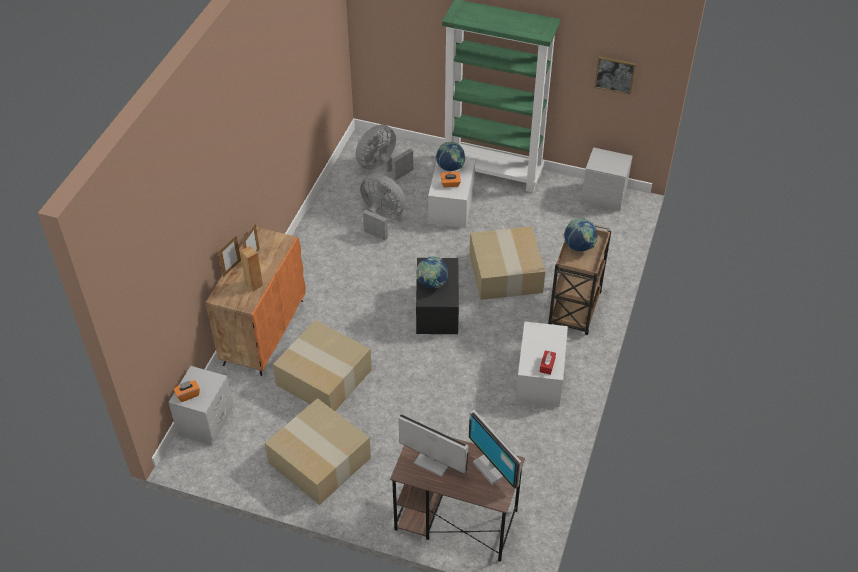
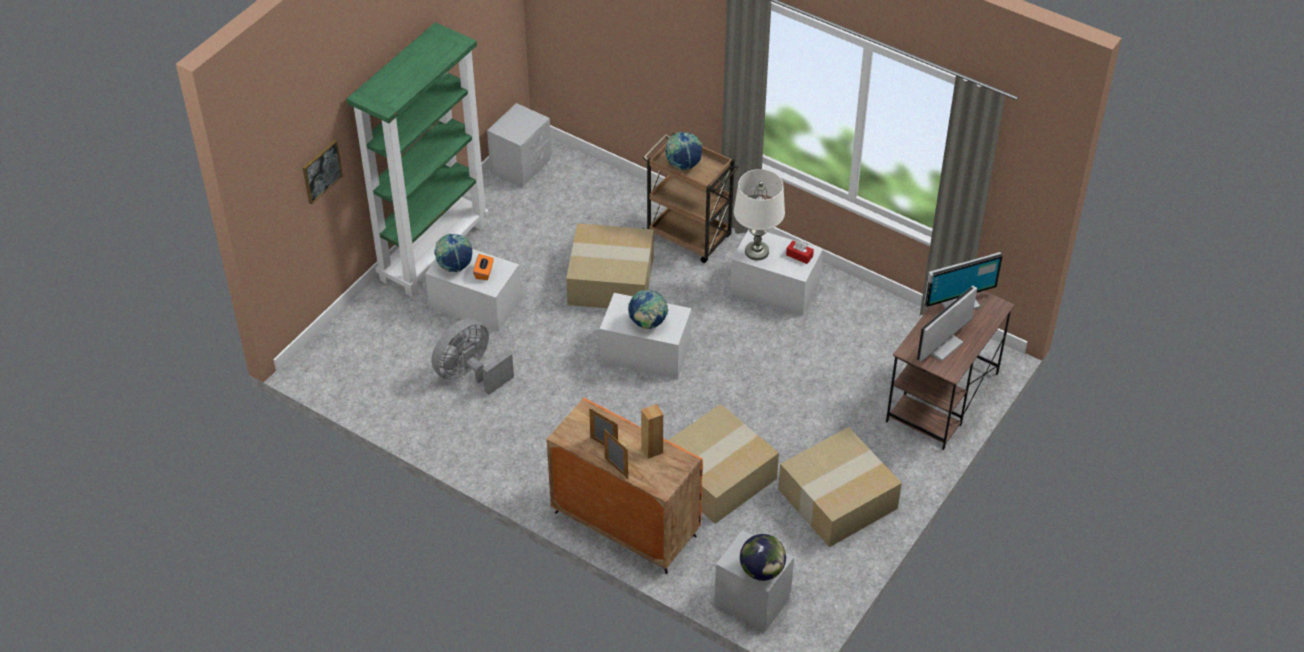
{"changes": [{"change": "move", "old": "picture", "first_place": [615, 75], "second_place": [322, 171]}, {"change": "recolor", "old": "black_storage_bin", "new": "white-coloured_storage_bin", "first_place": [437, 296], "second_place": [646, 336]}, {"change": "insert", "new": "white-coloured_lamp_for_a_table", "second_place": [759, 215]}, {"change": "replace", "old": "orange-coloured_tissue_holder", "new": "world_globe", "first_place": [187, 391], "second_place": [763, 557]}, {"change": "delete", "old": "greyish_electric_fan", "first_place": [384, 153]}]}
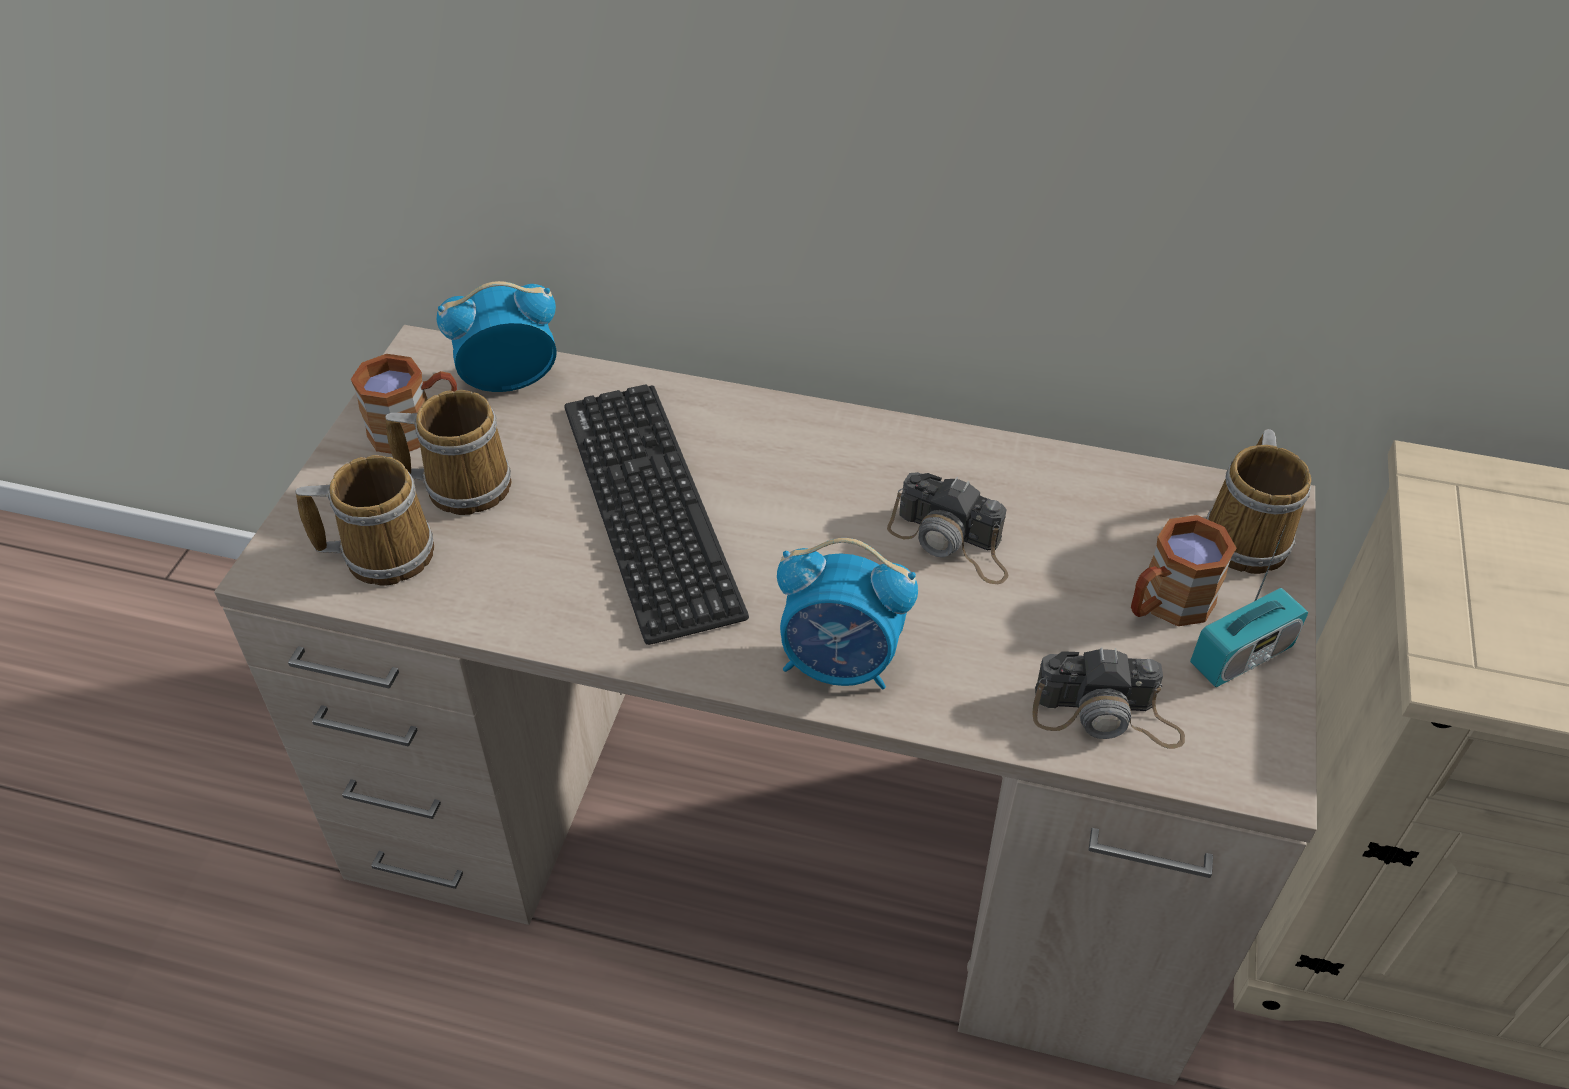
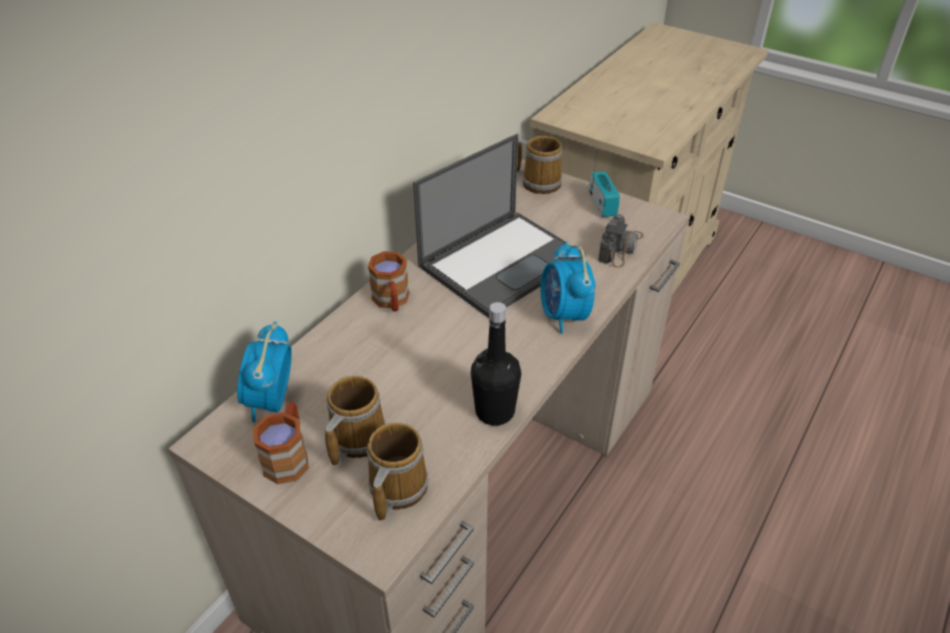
{"changes": [{"change": "move", "old": "brown-coloured_coffee_mug", "first_place": [1183, 570], "second_place": [388, 281]}, {"change": "replace", "old": "still_camera", "new": "portable_computer", "first_place": [947, 528], "second_place": [499, 226]}, {"change": "insert", "new": "black_beverage_bottle", "second_place": [496, 363]}, {"change": "rotate", "old": "table_clock", "first_place": [847, 613], "second_place": [567, 287], "degrees": 135}, {"change": "delete", "old": "PC_keyboard", "first_place": [656, 515]}]}
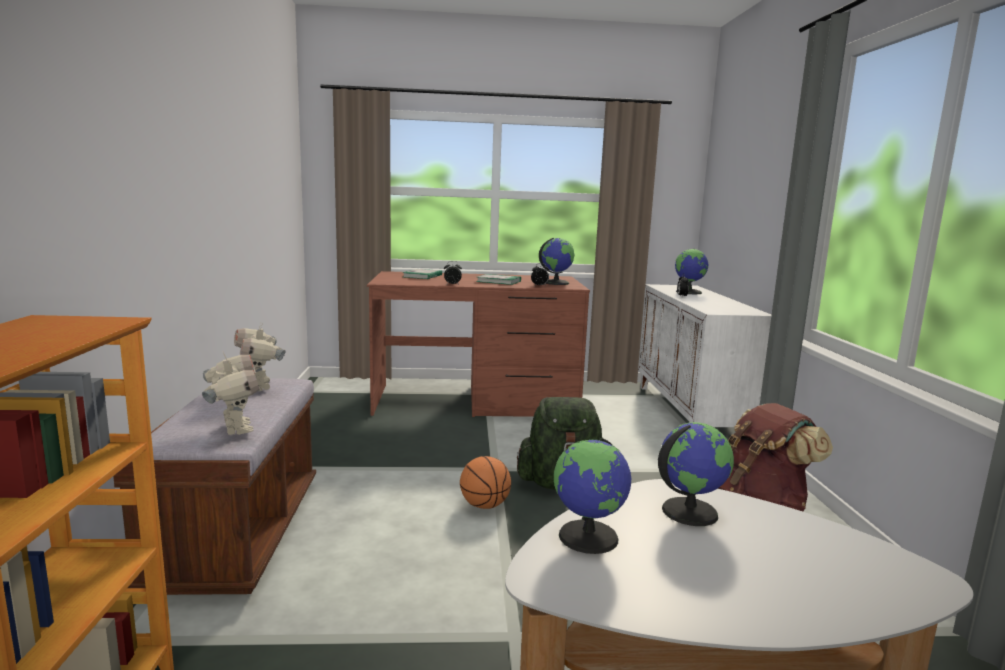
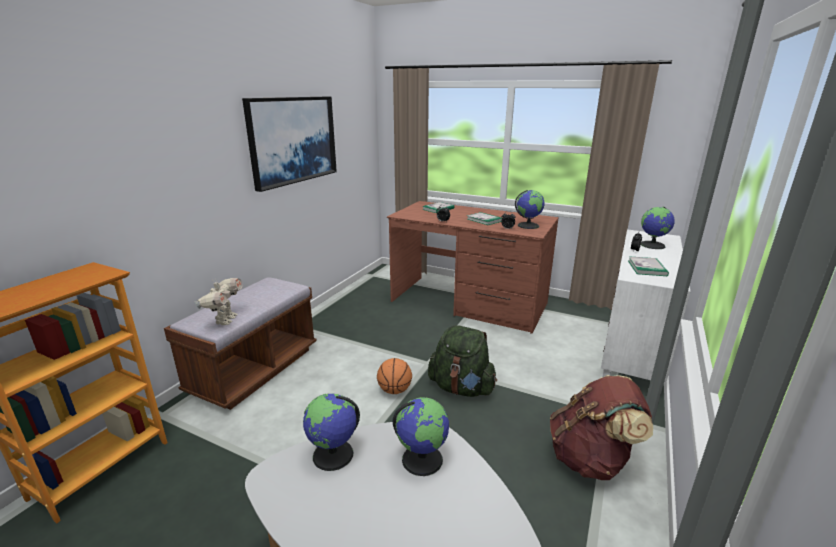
{"changes": [{"change": "insert", "new": "picture", "second_place": [289, 144]}, {"change": "insert", "new": "volume", "second_place": [648, 266]}, {"change": "delete", "old": "robot_figure", "first_place": [259, 357]}]}
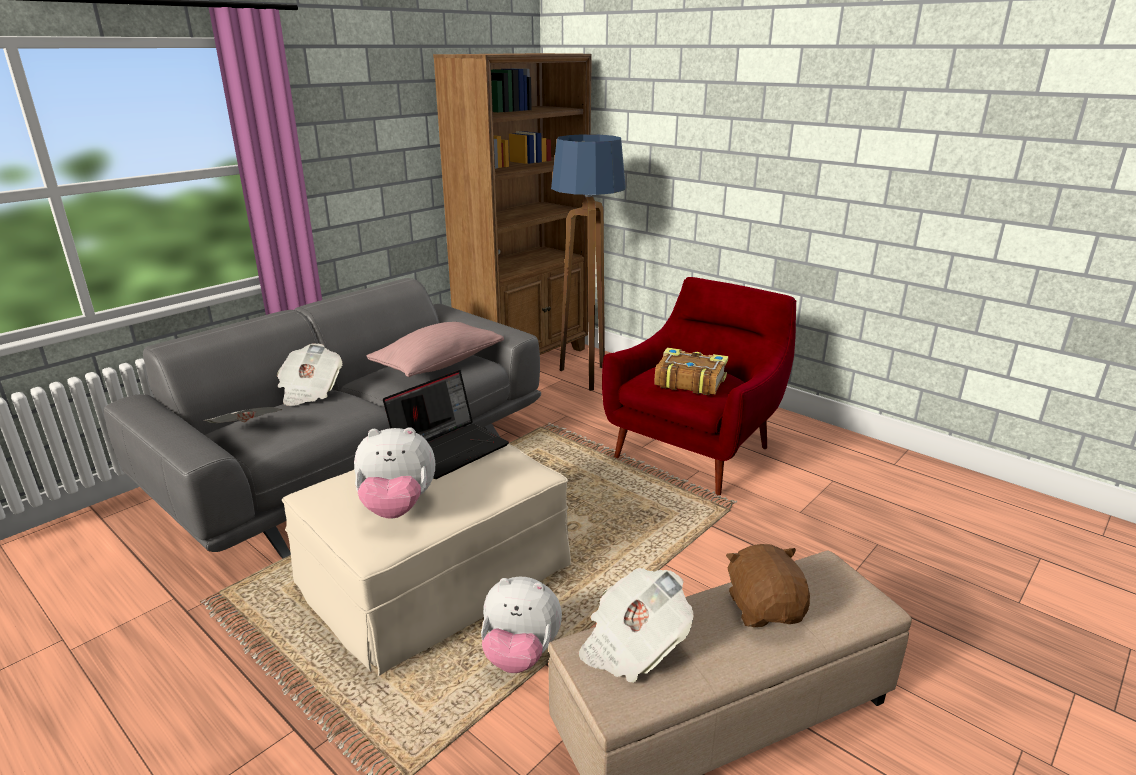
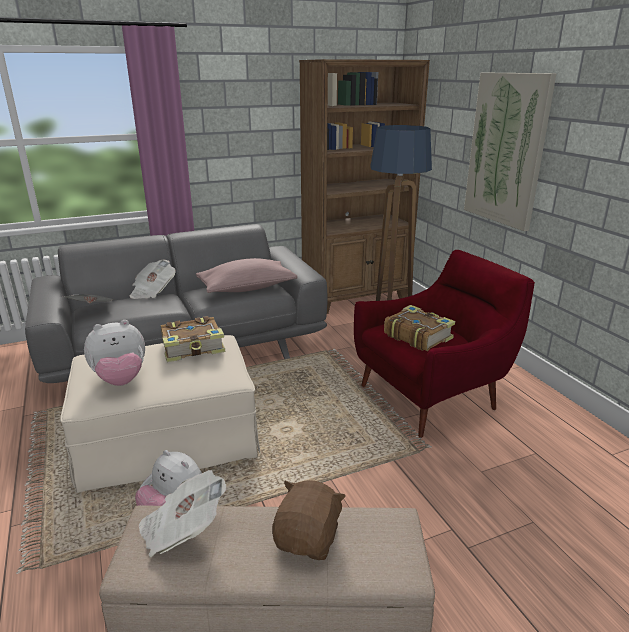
{"changes": [{"change": "rotate", "old": "soft_toy", "first_place": [394, 473], "second_place": [114, 353], "degrees": -45}, {"change": "replace", "old": "portable_computer", "new": "volume", "first_place": [446, 424], "second_place": [193, 339]}, {"change": "insert", "new": "picture", "second_place": [510, 152]}]}
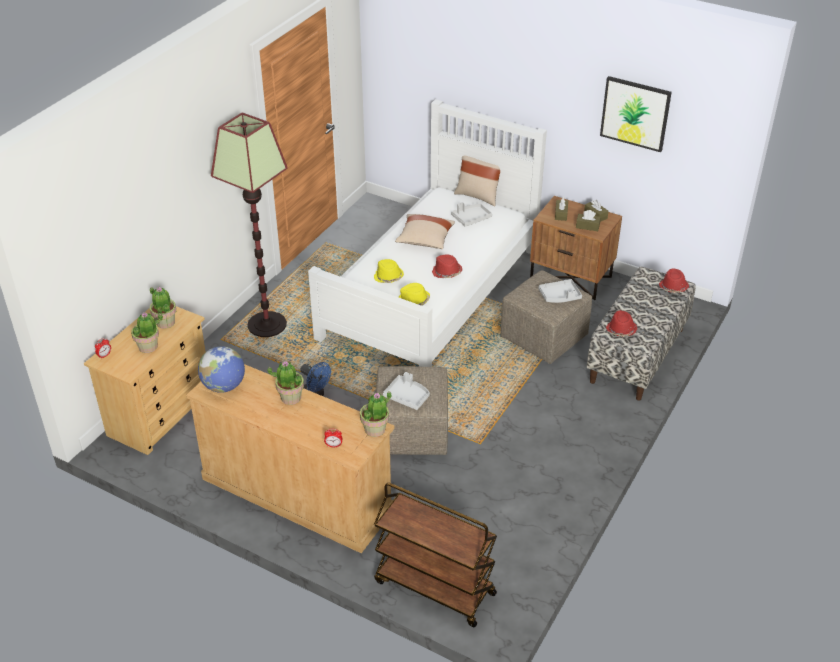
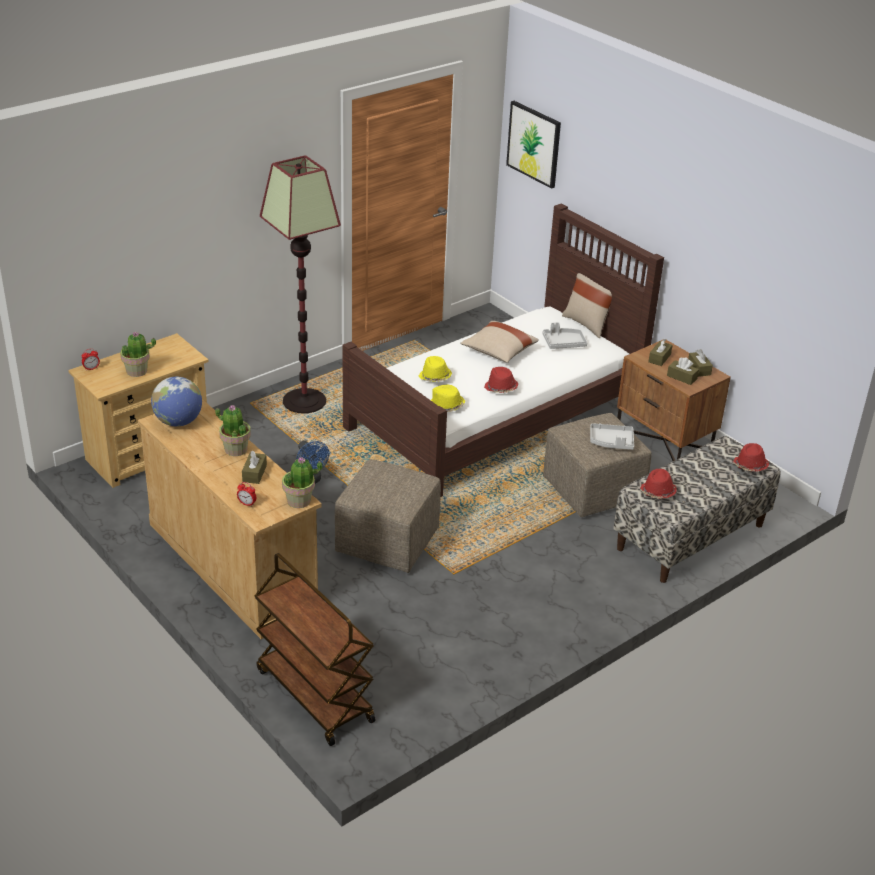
{"changes": [{"change": "insert", "new": "brown-coloured_tissue_holder", "second_place": [254, 467]}, {"change": "recolor", "old": "white-coloured_bed", "new": "brown-coloured_bed", "first_place": [427, 233], "second_place": [503, 350]}, {"change": "move", "old": "picture", "first_place": [636, 114], "second_place": [533, 145]}, {"change": "delete", "old": "plant_in_a_pot", "first_place": [163, 308]}, {"change": "delete", "old": "greyish_carrying_tray", "first_place": [406, 391]}]}
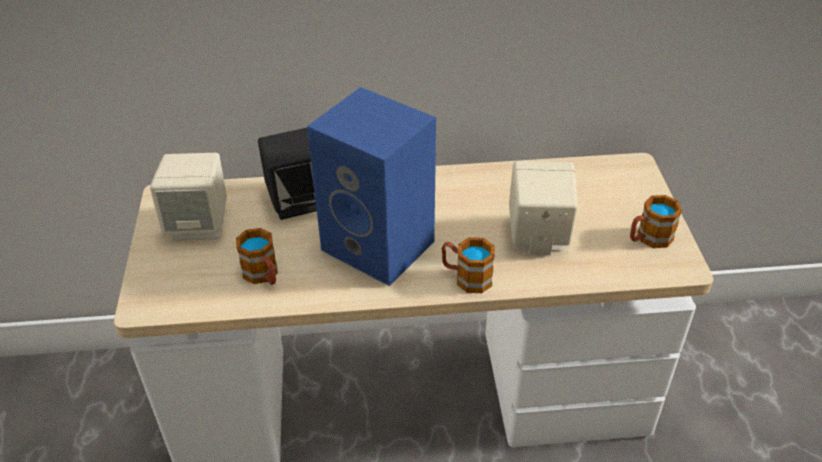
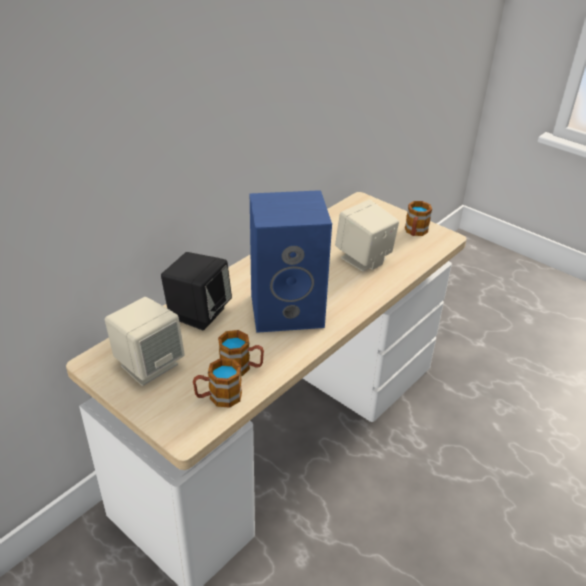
{"changes": [{"change": "move", "old": "coffee_mug", "first_place": [468, 265], "second_place": [217, 383]}]}
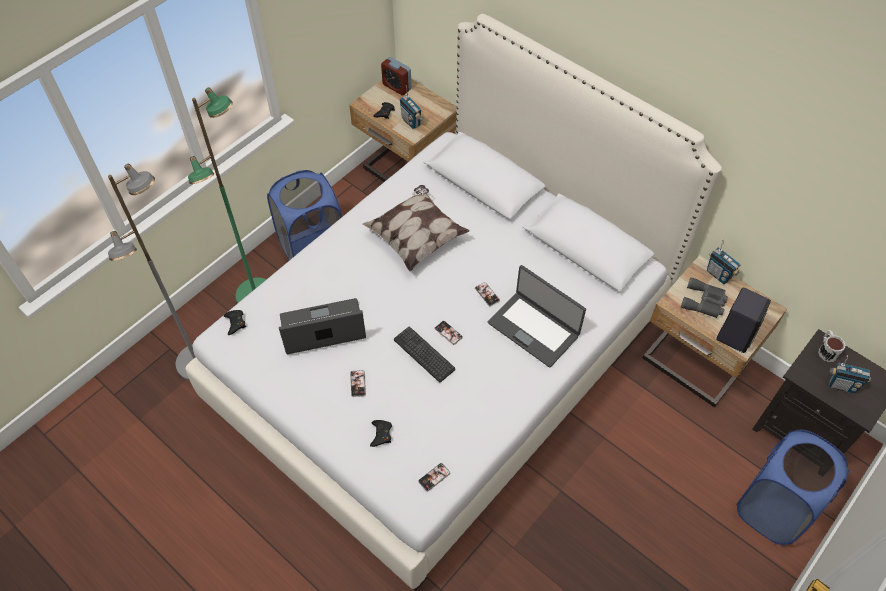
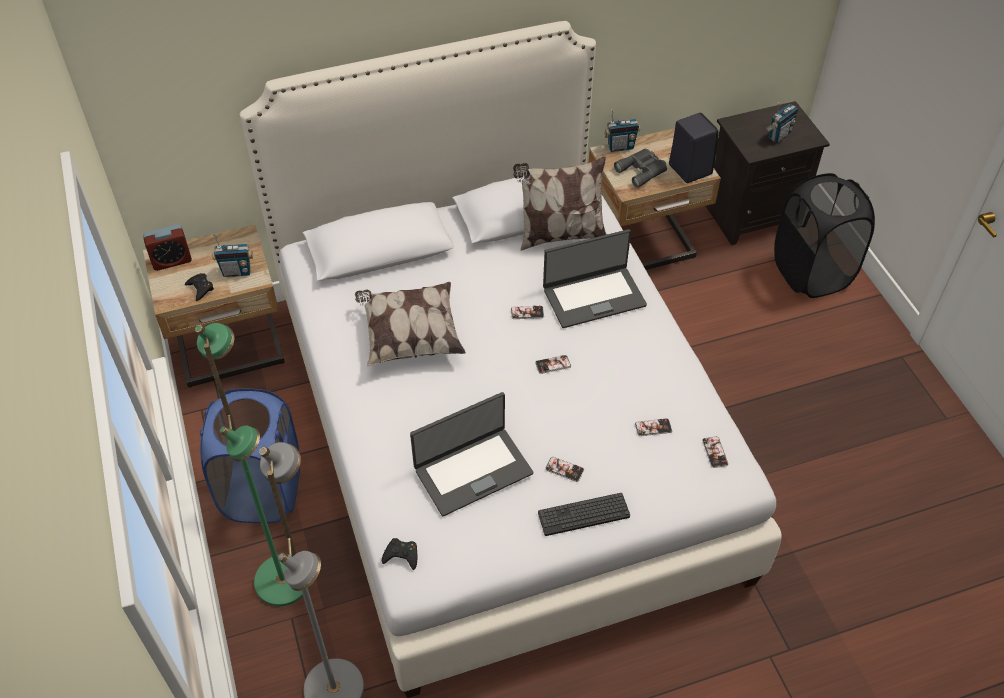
{"changes": [{"change": "rotate", "old": "portable_computer", "first_place": [322, 326], "second_place": [471, 454], "degrees": -135}, {"change": "insert", "new": "pillow", "second_place": [559, 204]}, {"change": "move", "old": "PC_keyboard", "first_place": [424, 354], "second_place": [584, 514]}, {"change": "insert", "new": "phone", "second_place": [653, 427]}, {"change": "recolor", "old": "blue_washing_basket", "new": "black_washing_basket", "first_place": [793, 487], "second_place": [824, 235]}, {"change": "delete", "old": "black_game_controller", "first_place": [381, 433]}, {"change": "delete", "old": "coffee_mug", "first_place": [832, 346]}]}
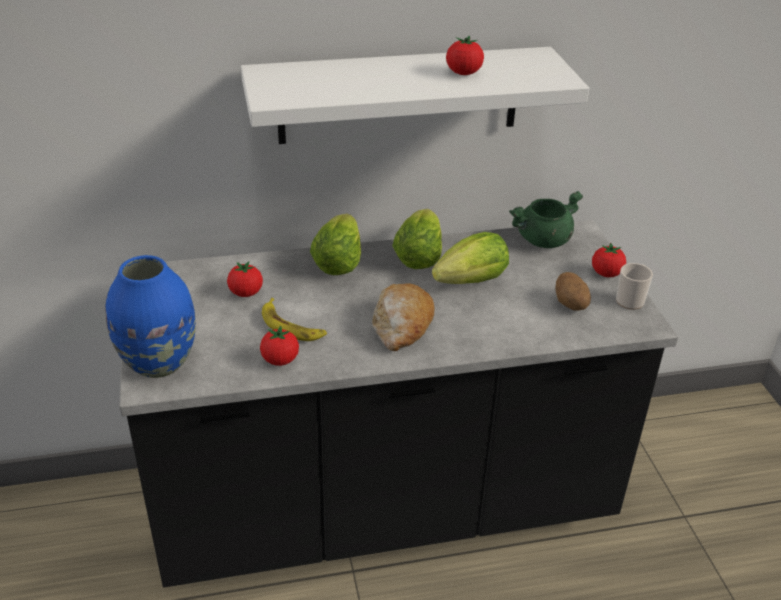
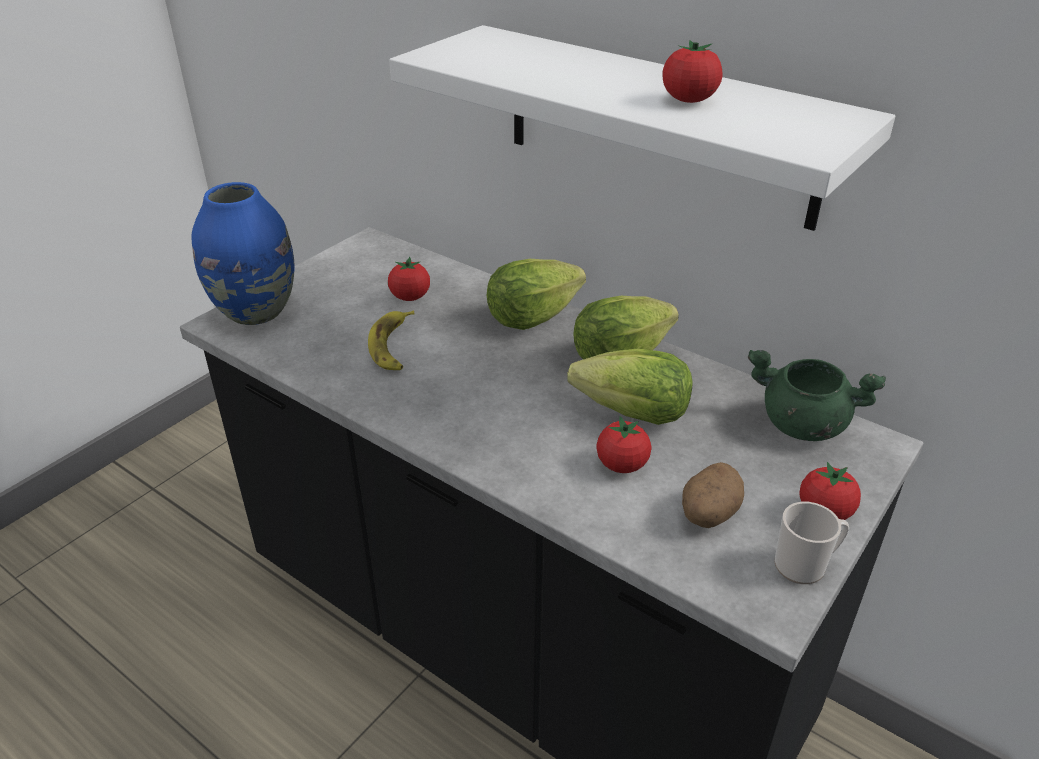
{"changes": [{"change": "move", "old": "whole_tomato", "first_place": [279, 346], "second_place": [623, 444]}, {"change": "delete", "old": "bread", "first_place": [403, 317]}]}
